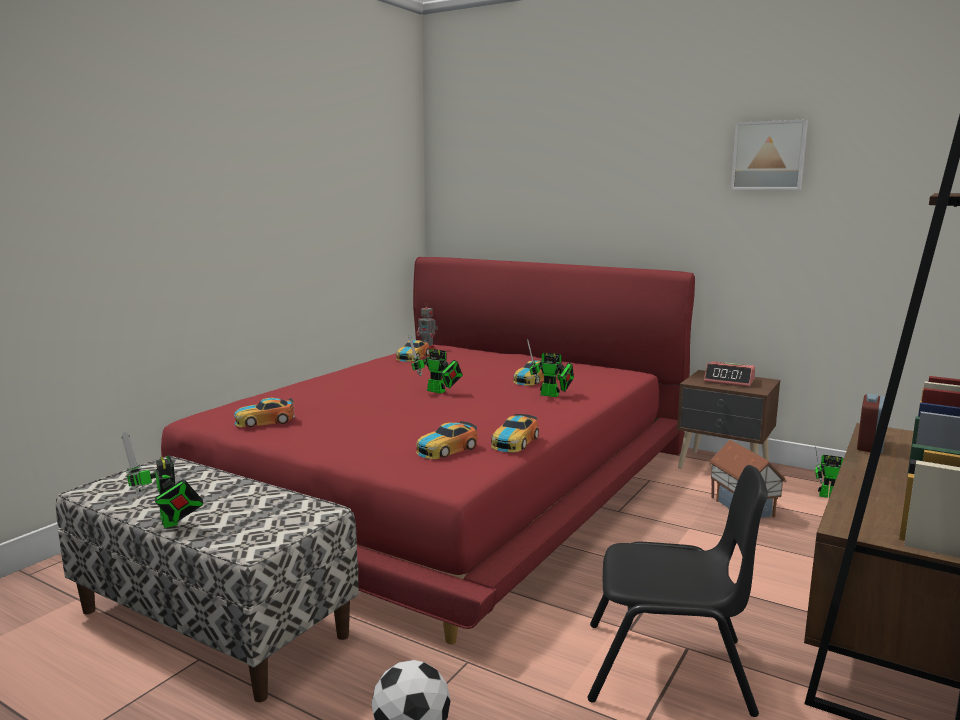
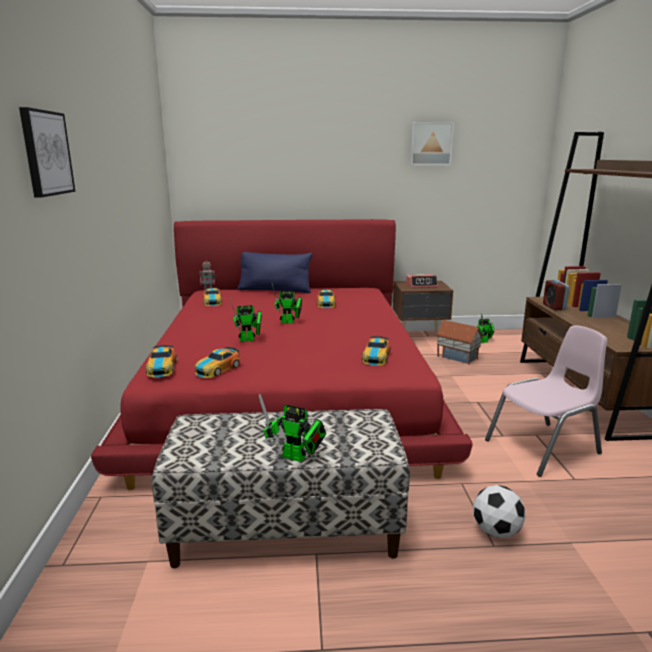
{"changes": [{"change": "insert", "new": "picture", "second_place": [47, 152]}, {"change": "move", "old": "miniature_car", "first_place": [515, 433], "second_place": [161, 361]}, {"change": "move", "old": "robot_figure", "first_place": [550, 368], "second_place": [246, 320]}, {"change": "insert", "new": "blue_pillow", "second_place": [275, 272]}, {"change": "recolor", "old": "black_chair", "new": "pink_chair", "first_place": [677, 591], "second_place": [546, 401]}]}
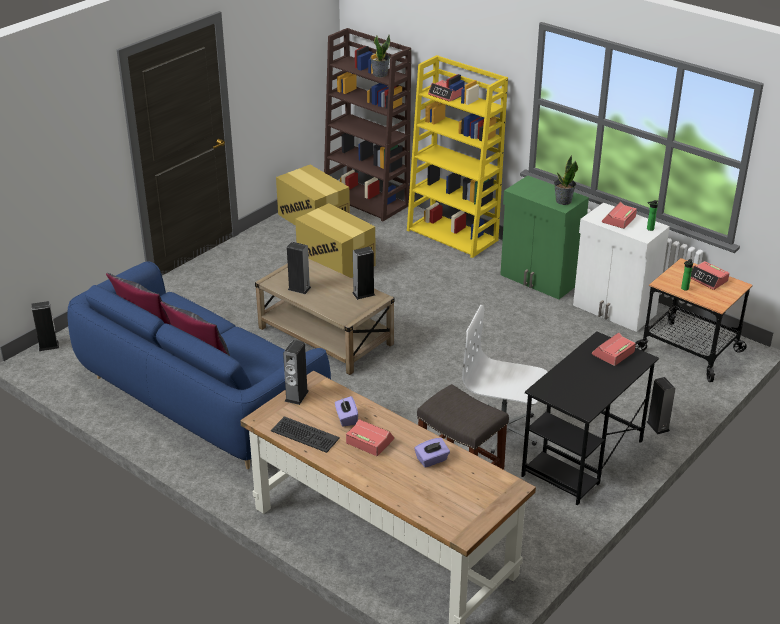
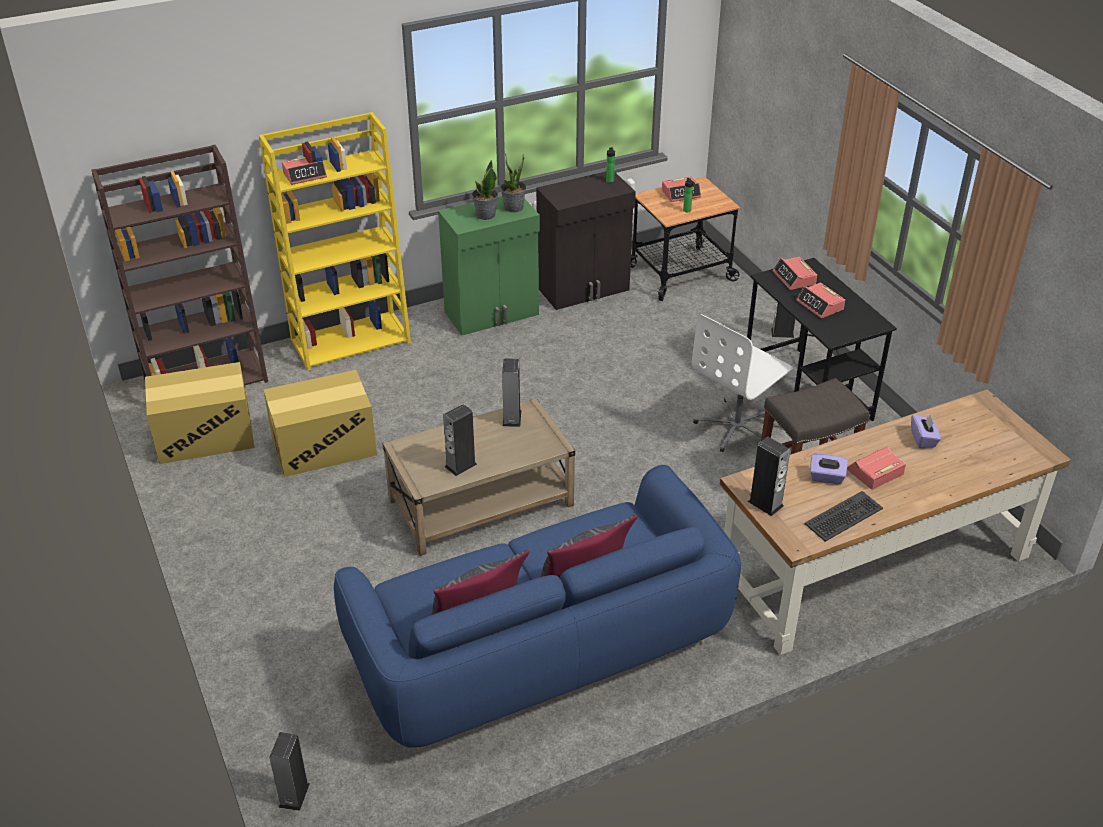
{"changes": [{"change": "move", "old": "plant_in_a_pot", "first_place": [380, 55], "second_place": [485, 190]}, {"change": "recolor", "old": "white-coloured_cabinet", "new": "black_cabinet", "first_place": [621, 267], "second_place": [586, 240]}, {"change": "move", "old": "table_clock", "first_place": [619, 215], "second_place": [820, 300]}]}
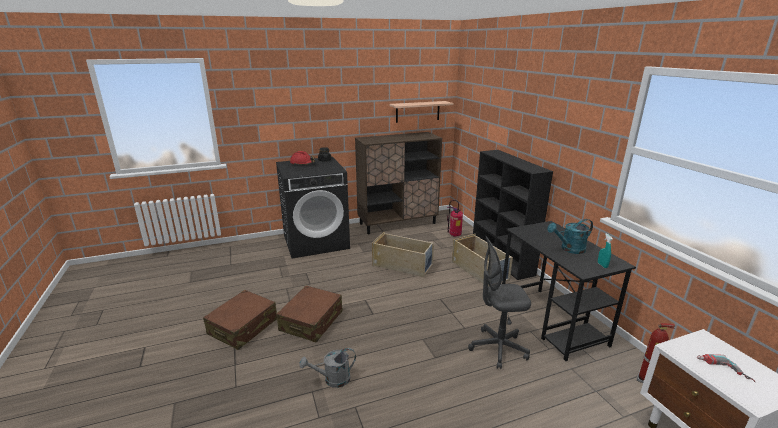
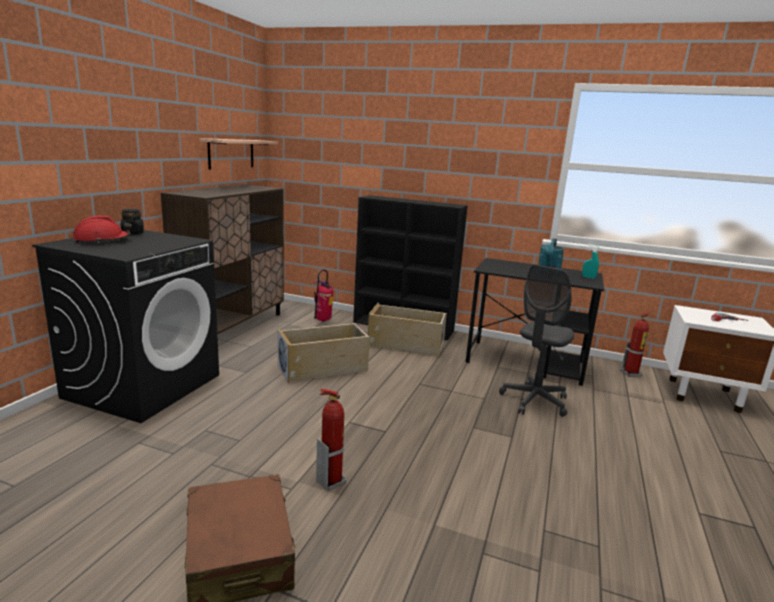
{"changes": [{"change": "replace", "old": "brown-coloured_suitcase", "new": "extinguisher", "first_place": [309, 314], "second_place": [331, 439]}, {"change": "delete", "old": "greyish_watering_can", "first_place": [327, 368]}]}
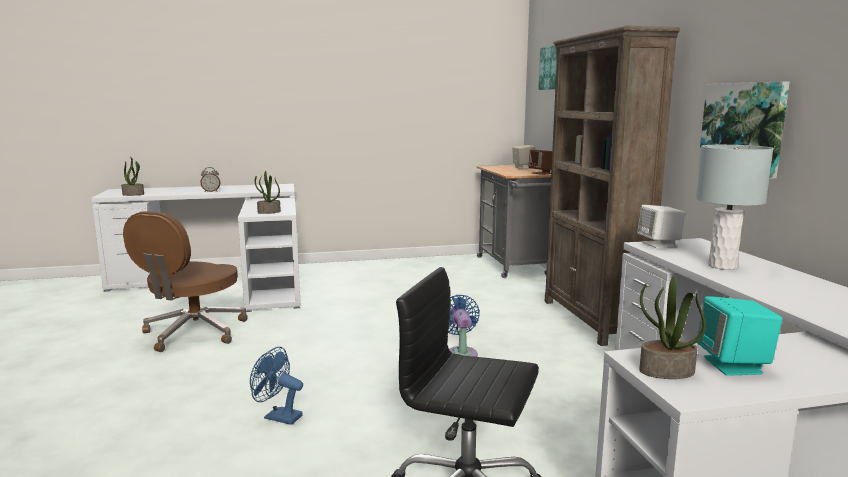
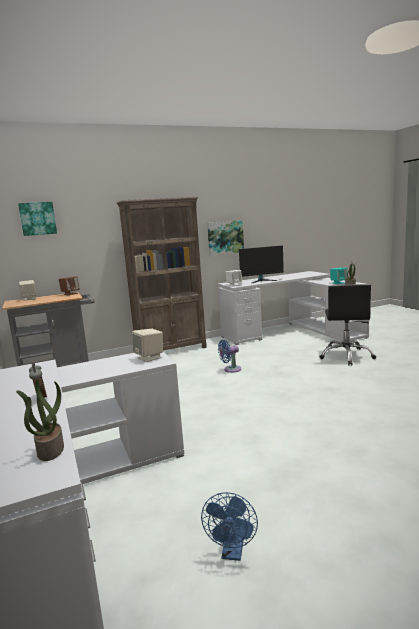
{"changes": [{"change": "replace", "old": "plant_in_a_pot", "new": "sand-coloured_loudspeaker", "first_place": [268, 192], "second_place": [147, 345]}, {"change": "move", "old": "blue_electric_fan", "first_place": [276, 386], "second_place": [229, 526]}, {"change": "replace", "old": "greyish_lamp_for_a_table", "new": "computer_display", "first_place": [735, 207], "second_place": [261, 264]}, {"change": "delete", "old": "brown-coloured_computer_chair", "first_place": [185, 281]}]}
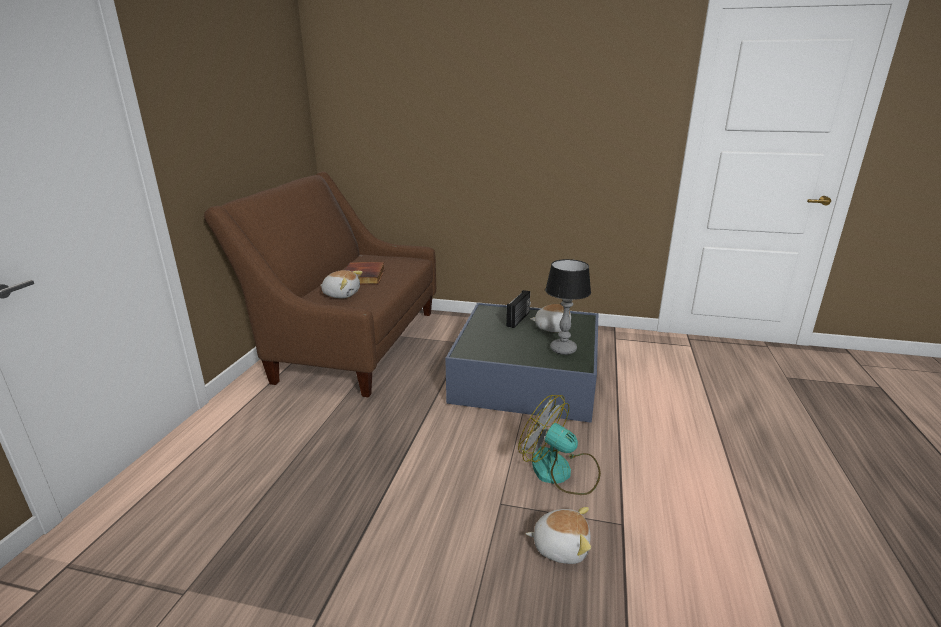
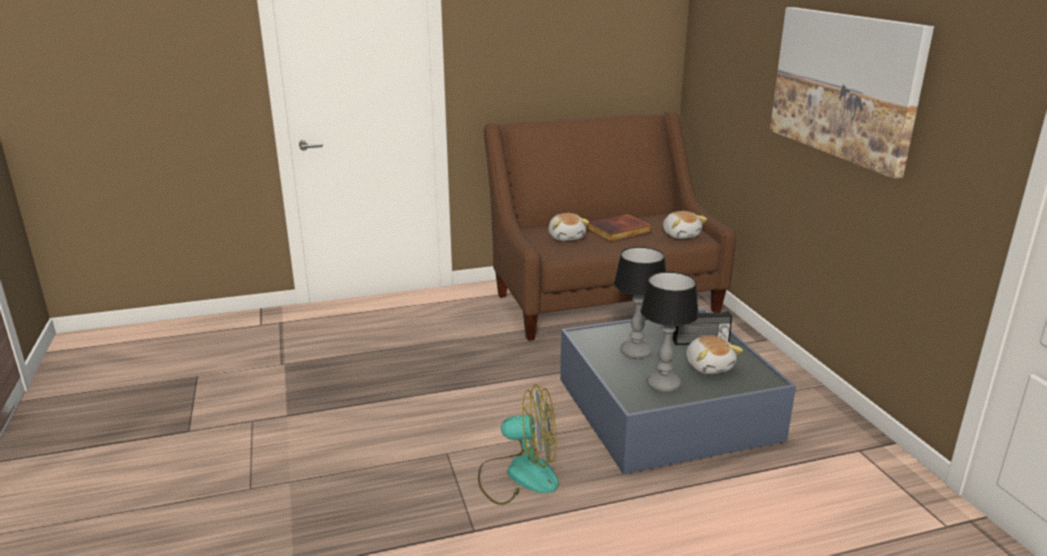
{"changes": [{"change": "rotate", "old": "electric_fan", "first_place": [559, 445], "second_place": [518, 444], "degrees": 90}, {"change": "insert", "new": "lamp_for_a_table", "second_place": [640, 303]}, {"change": "move", "old": "soft_toy", "first_place": [558, 535], "second_place": [685, 225]}, {"change": "insert", "new": "picture", "second_place": [852, 93]}]}
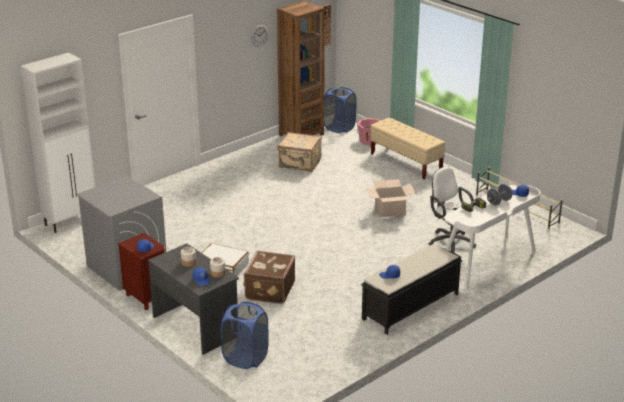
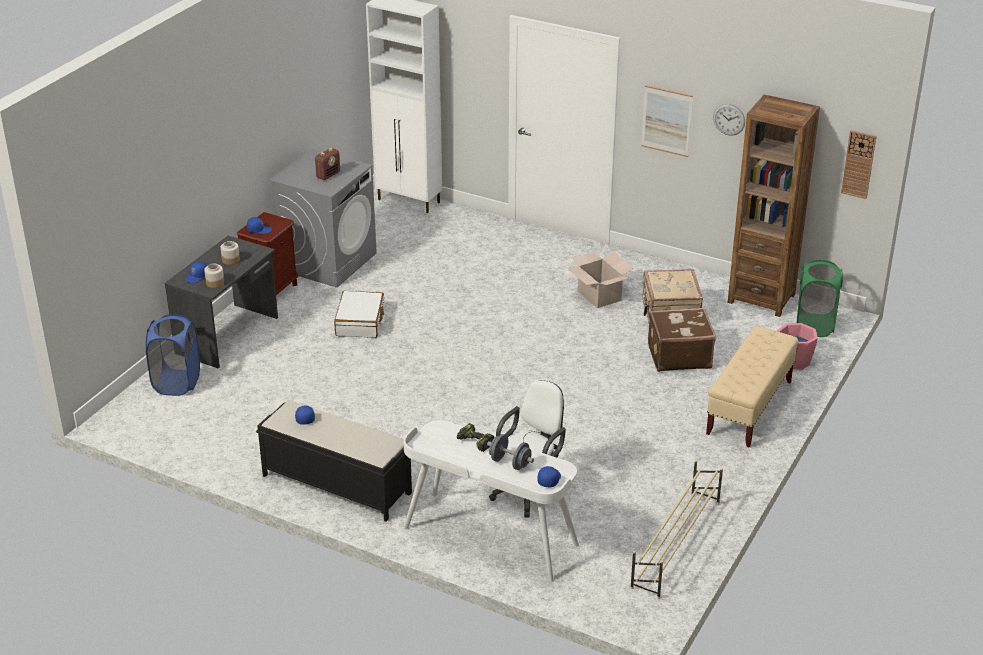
{"changes": [{"change": "insert", "new": "radio_receiver", "second_place": [327, 164]}, {"change": "move", "old": "carton", "first_place": [390, 198], "second_place": [600, 279]}, {"change": "insert", "new": "picture", "second_place": [667, 121]}, {"change": "move", "old": "brown-coloured_suitcase", "first_place": [269, 277], "second_place": [682, 340]}, {"change": "recolor", "old": "blue_washing_basket", "new": "green-coloured_washing_basket", "first_place": [340, 110], "second_place": [820, 298]}]}
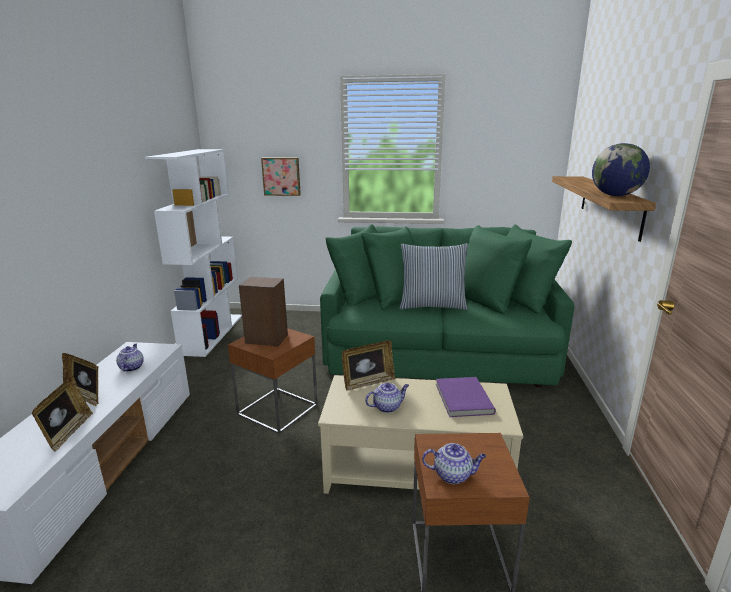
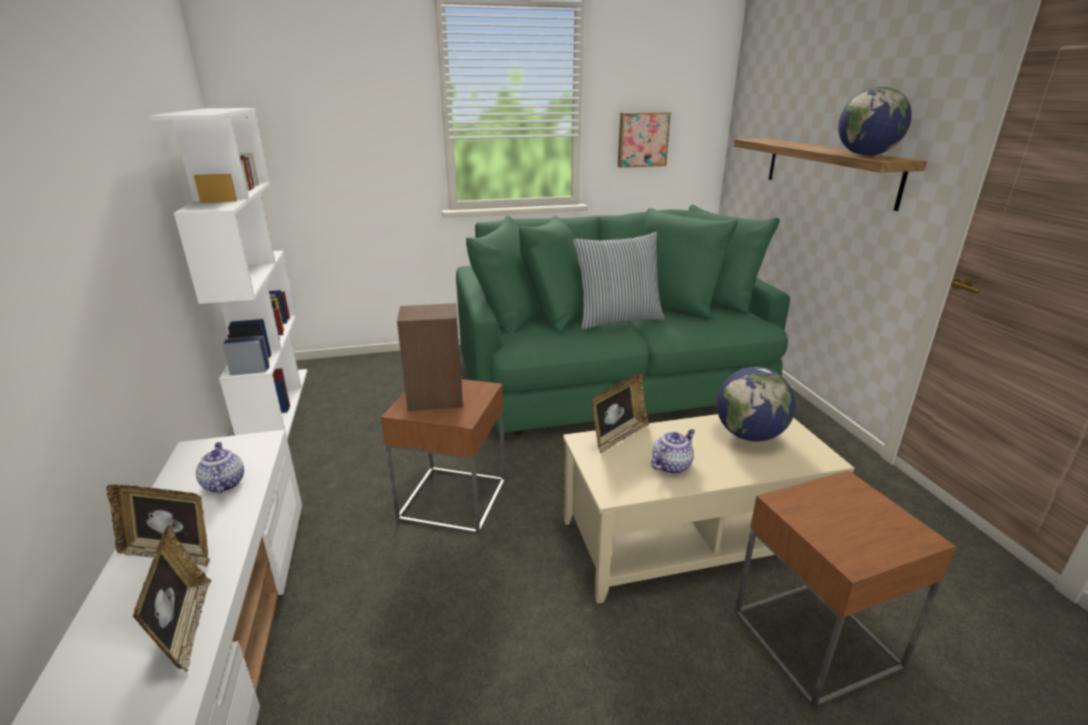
{"changes": [{"change": "move", "old": "picture", "first_place": [281, 177], "second_place": [644, 139]}, {"change": "replace", "old": "purple-coloured_volume", "new": "world_globe", "first_place": [466, 397], "second_place": [756, 404]}, {"change": "delete", "old": "pot_for_tea", "first_place": [454, 463]}]}
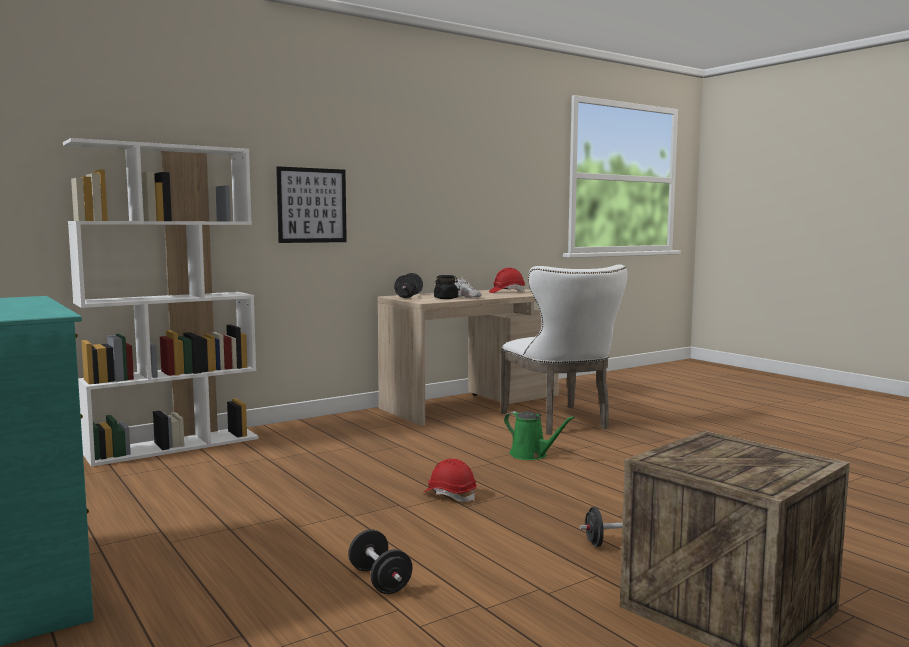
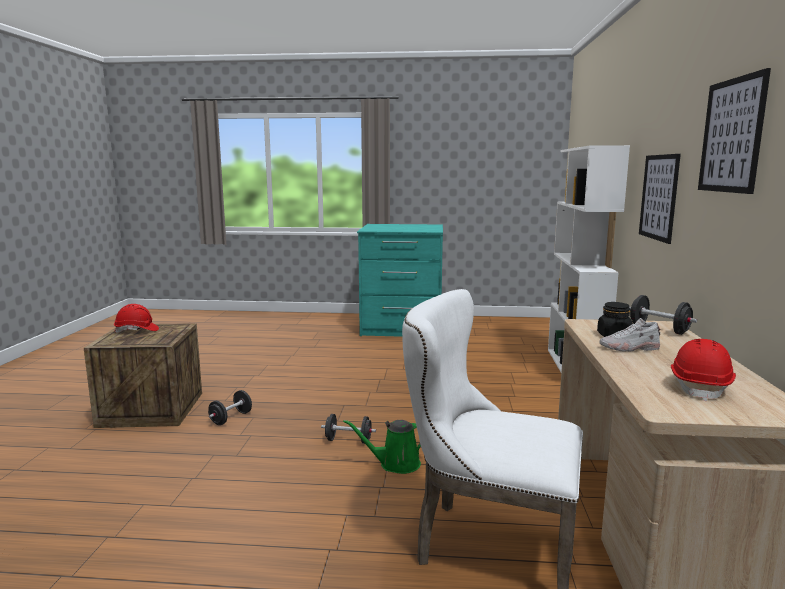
{"changes": [{"change": "move", "old": "red-coloured_hard_hat", "first_place": [450, 480], "second_place": [136, 318]}, {"change": "move", "old": "black_free_weight", "first_place": [380, 561], "second_place": [348, 429]}, {"change": "insert", "new": "picture", "second_place": [734, 131]}]}
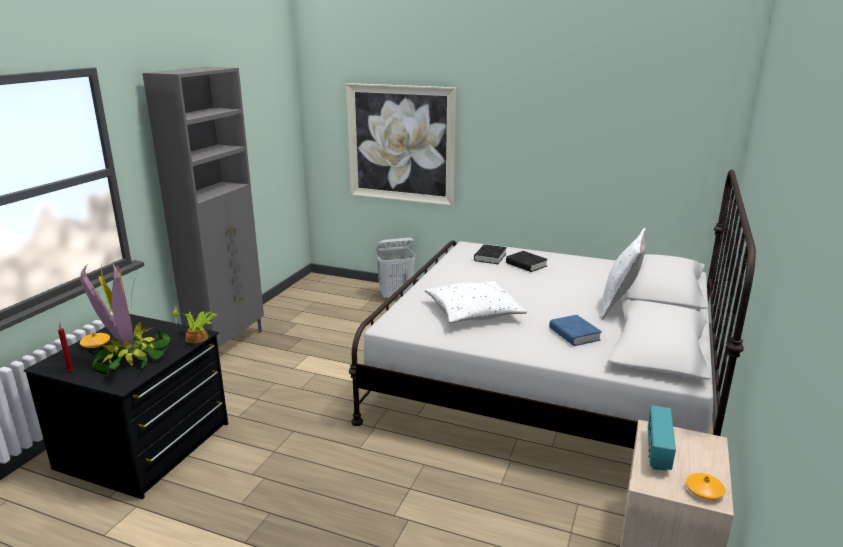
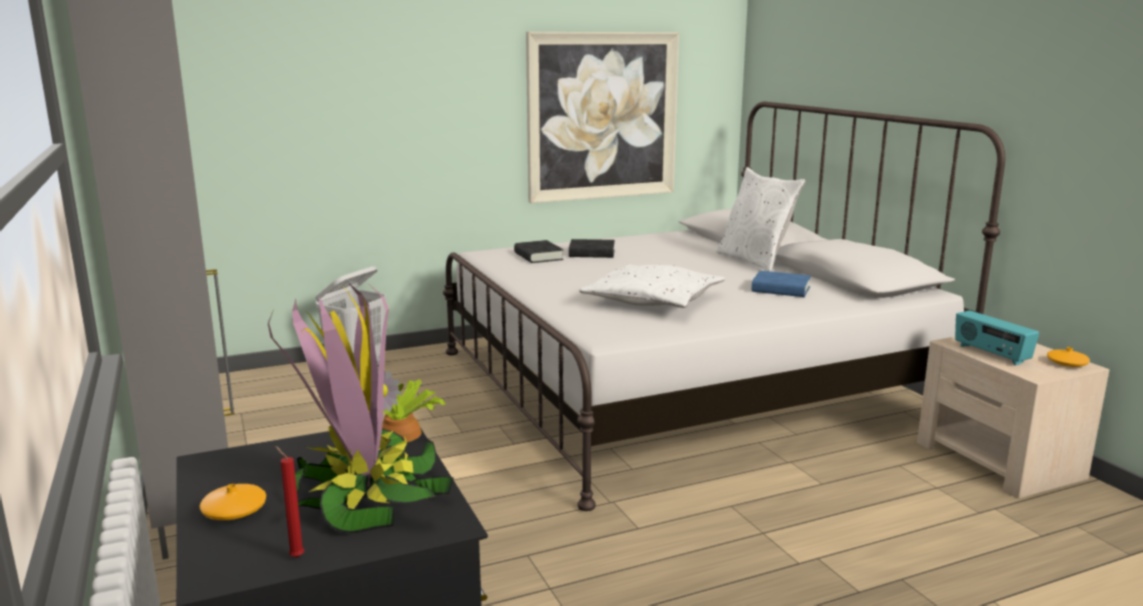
{"changes": [{"change": "move", "old": "picture", "first_place": [401, 144], "second_place": [602, 117]}]}
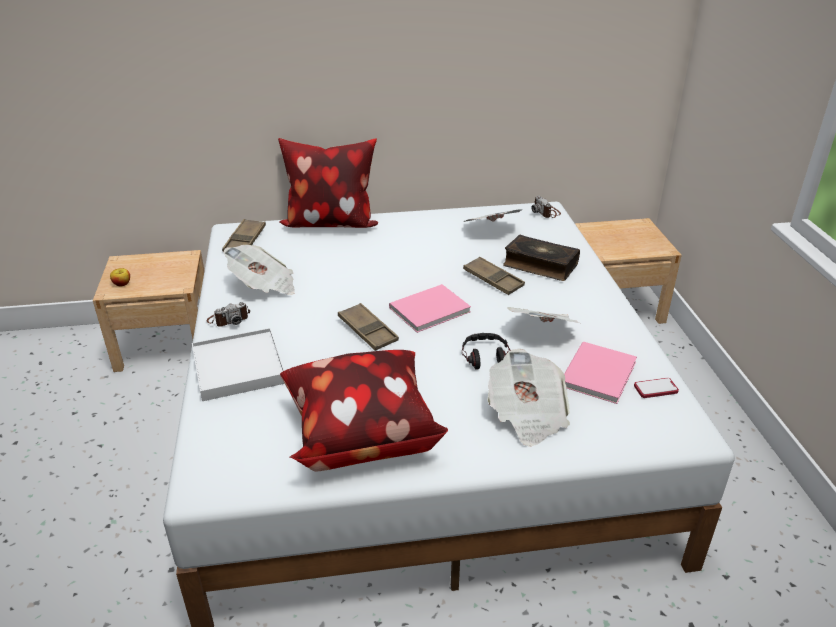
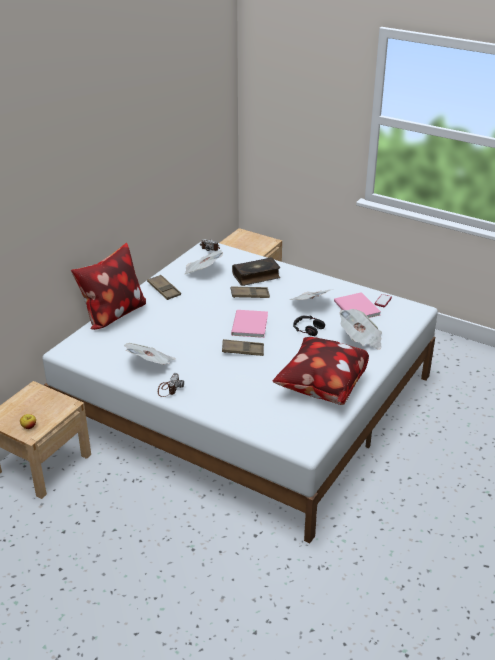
{"changes": [{"change": "move", "old": "brown-coloured_carrying_tray", "first_place": [244, 235], "second_place": [164, 287]}, {"change": "delete", "old": "white-coloured_carrying_tray", "first_place": [238, 364]}]}
